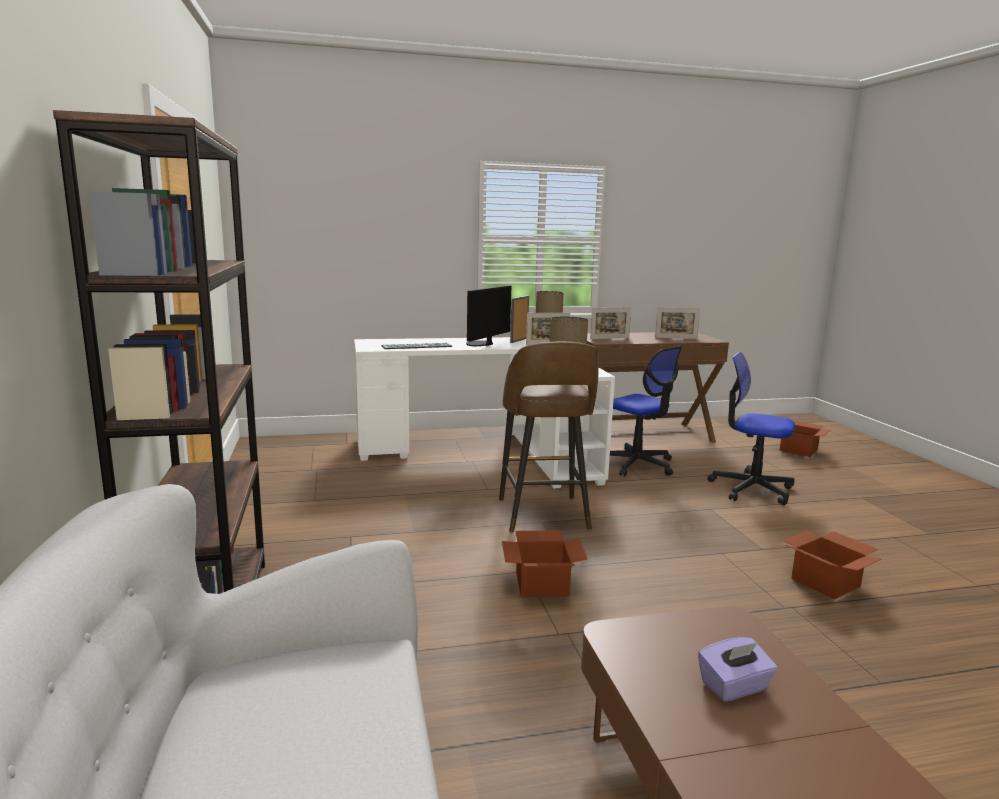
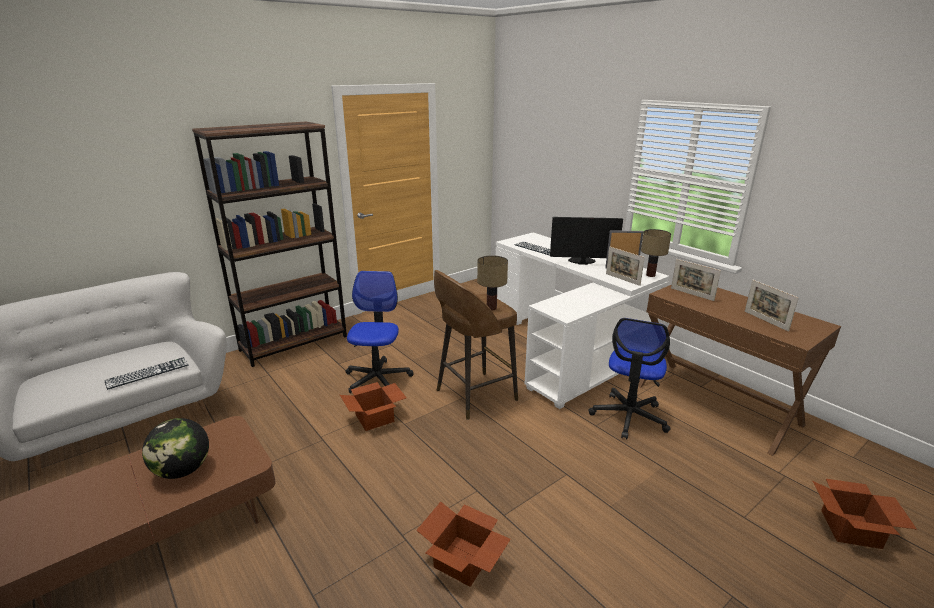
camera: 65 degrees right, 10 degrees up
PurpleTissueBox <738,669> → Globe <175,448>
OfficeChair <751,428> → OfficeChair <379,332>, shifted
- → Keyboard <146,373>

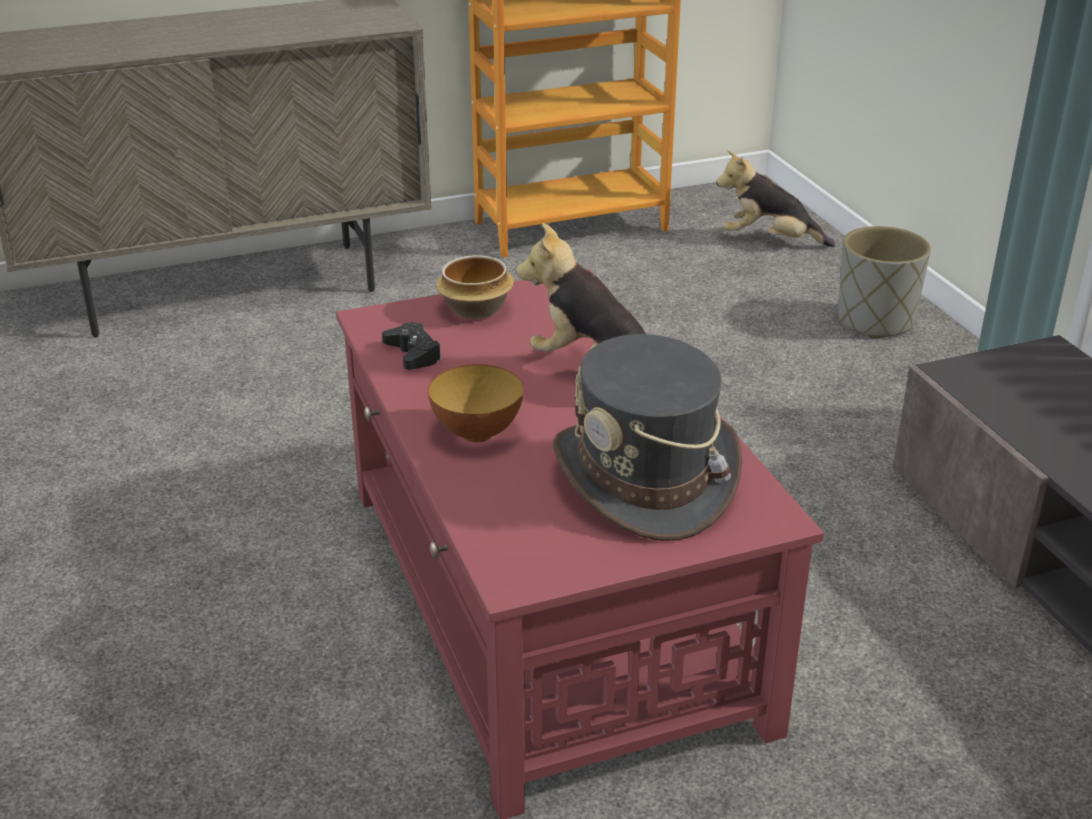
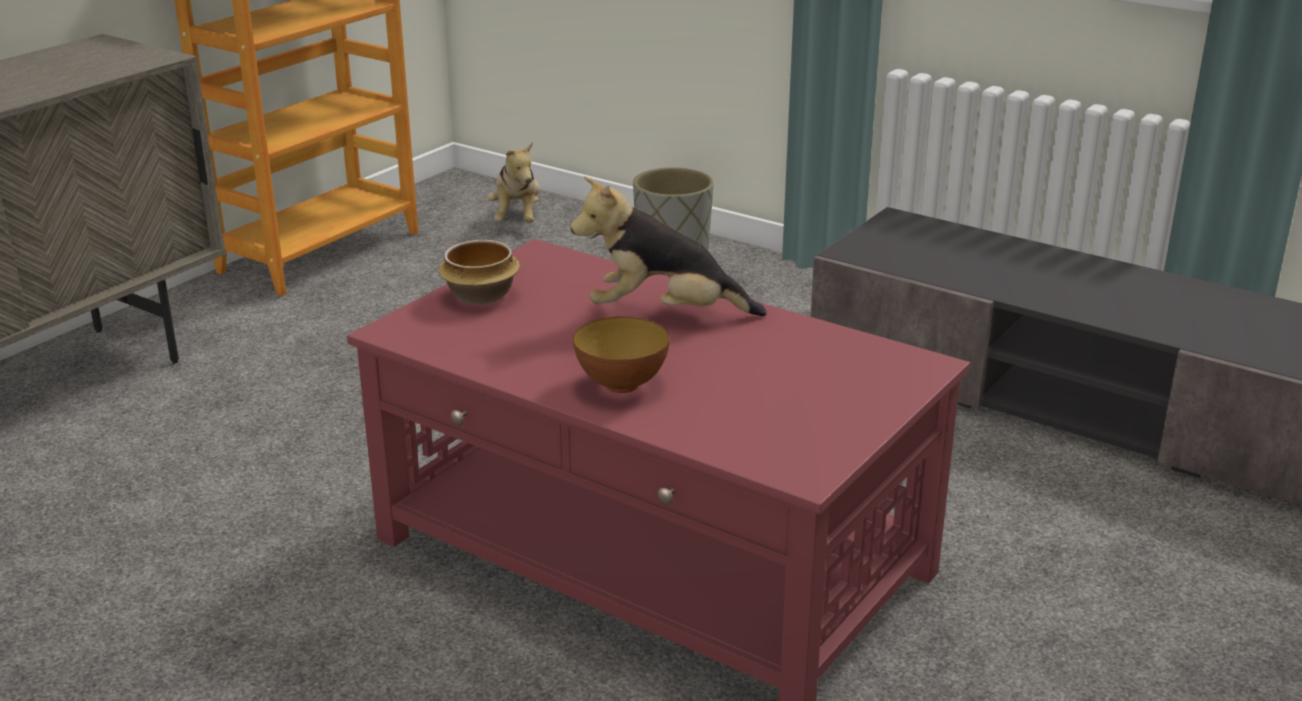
camera: 35 degrees left, 5 degrees down
BlackGameController <412,346> → -
GreyHat <647,437> → -
PlushToy <775,198> → PlushToy <513,181>, 75 degrees counterclockwise

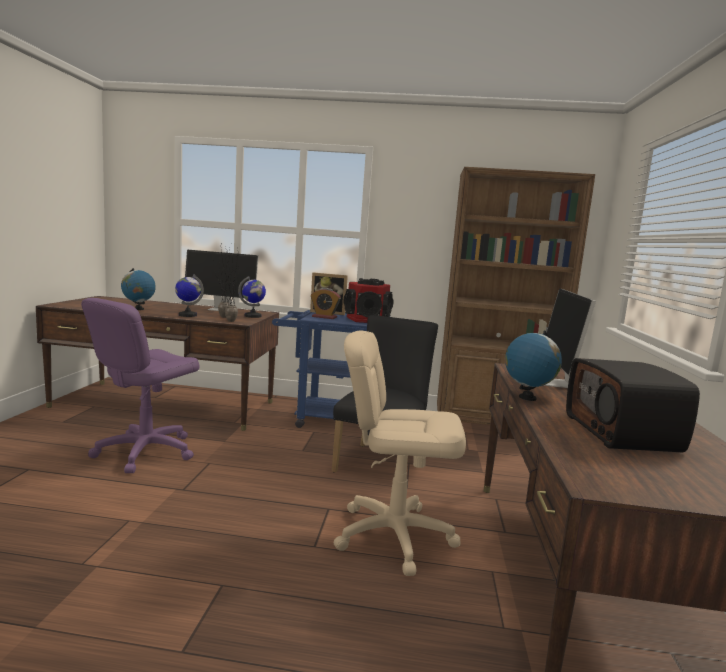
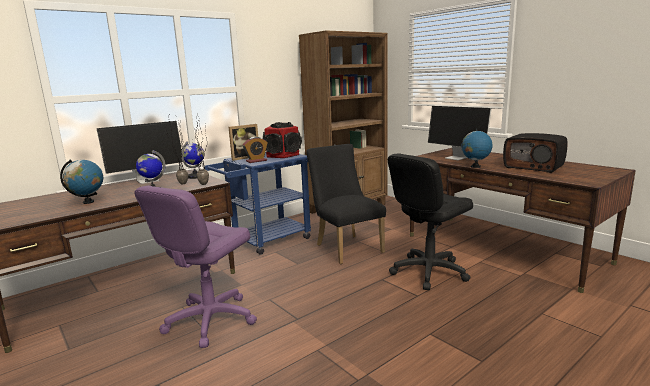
camera: 45 degrees left, 5 degrees up
PurpleOfficeChair <140,385> → PurpleOfficeChair <196,266>, 45 degrees clockwise
BeigeOfficeChair <399,453> → BlackOfficeChair <430,222>

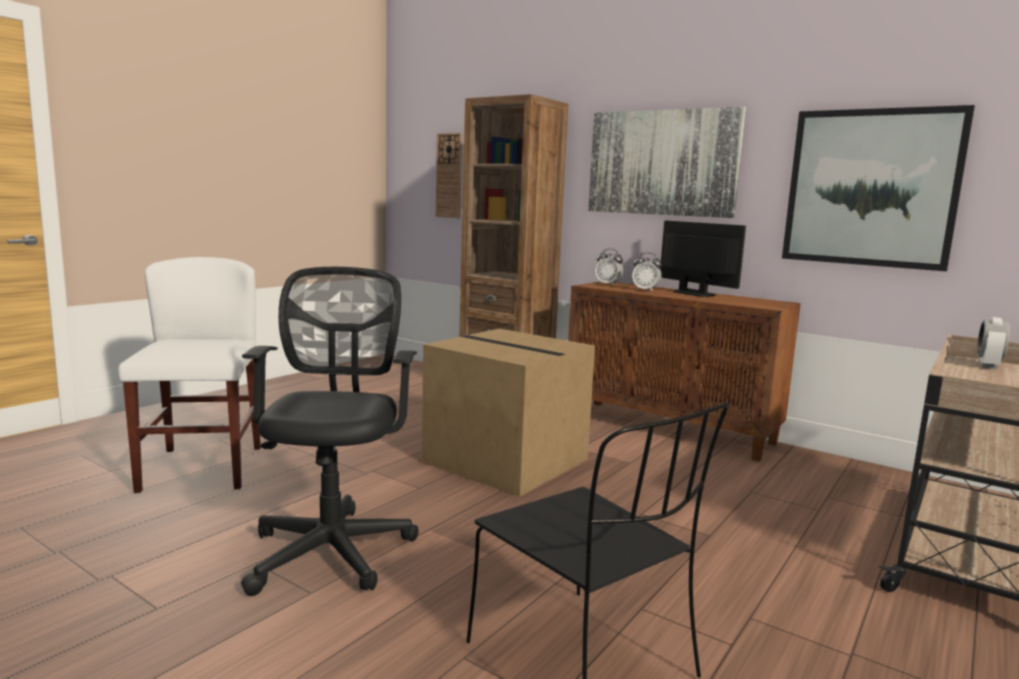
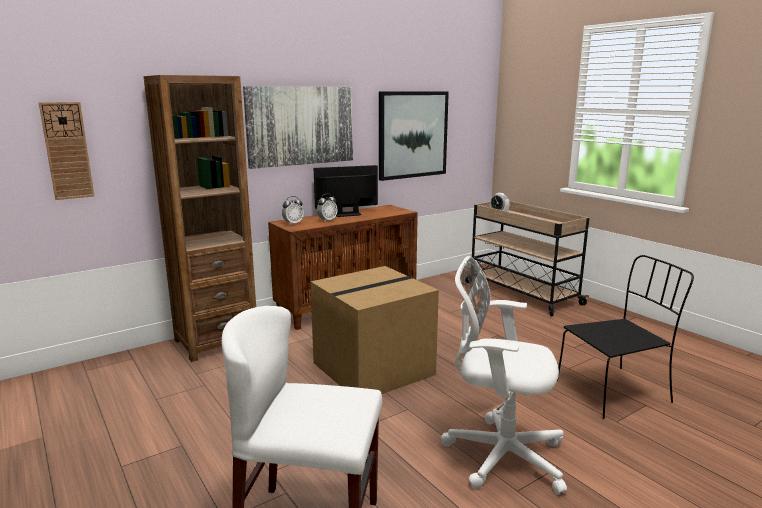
camera: 70 degrees left, 5 degrees up
BlackOfficeChair <330,431> → WhiteOfficeChair <504,375>

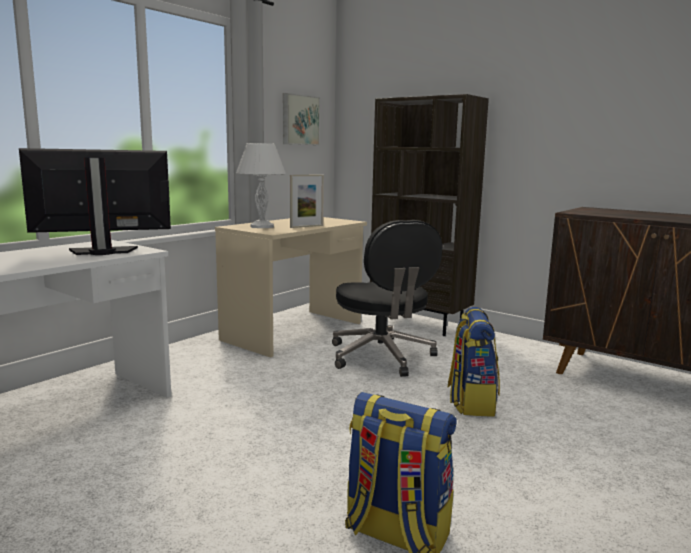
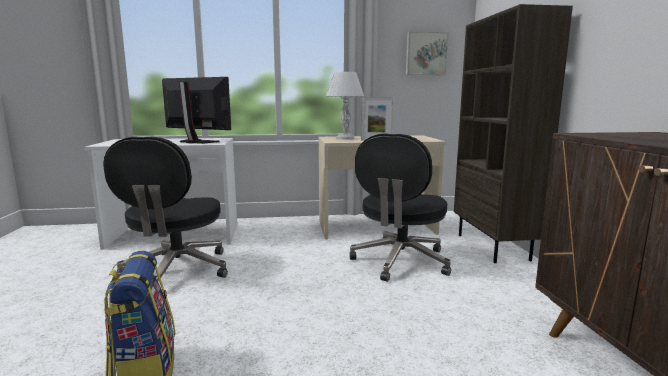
camera: 45 degrees right, 0 degrees up
Backpack <474,361> → -
- → BlackOfficeChair <165,209>

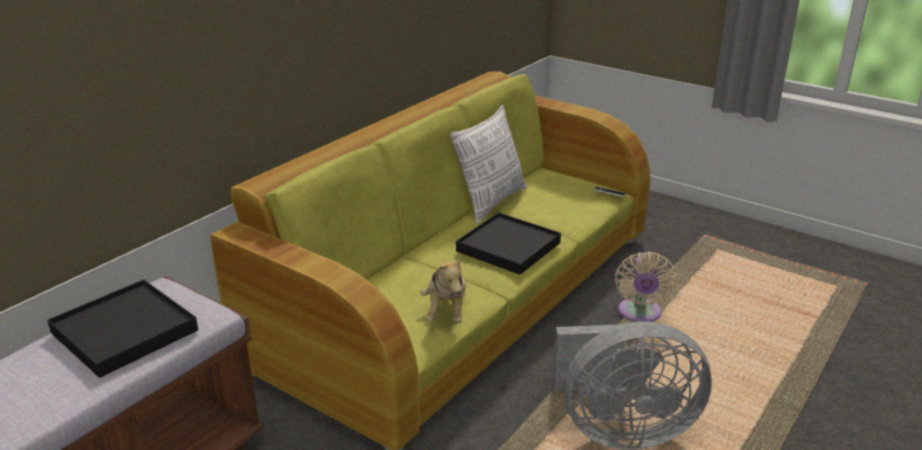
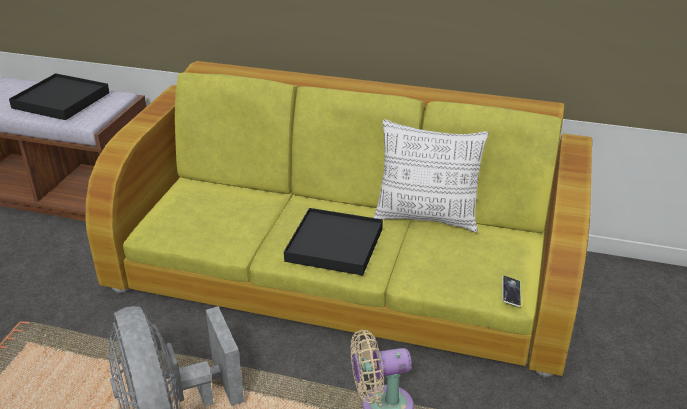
camera: 70 degrees right, 5 degrees up
PlushToy <443,290> → -

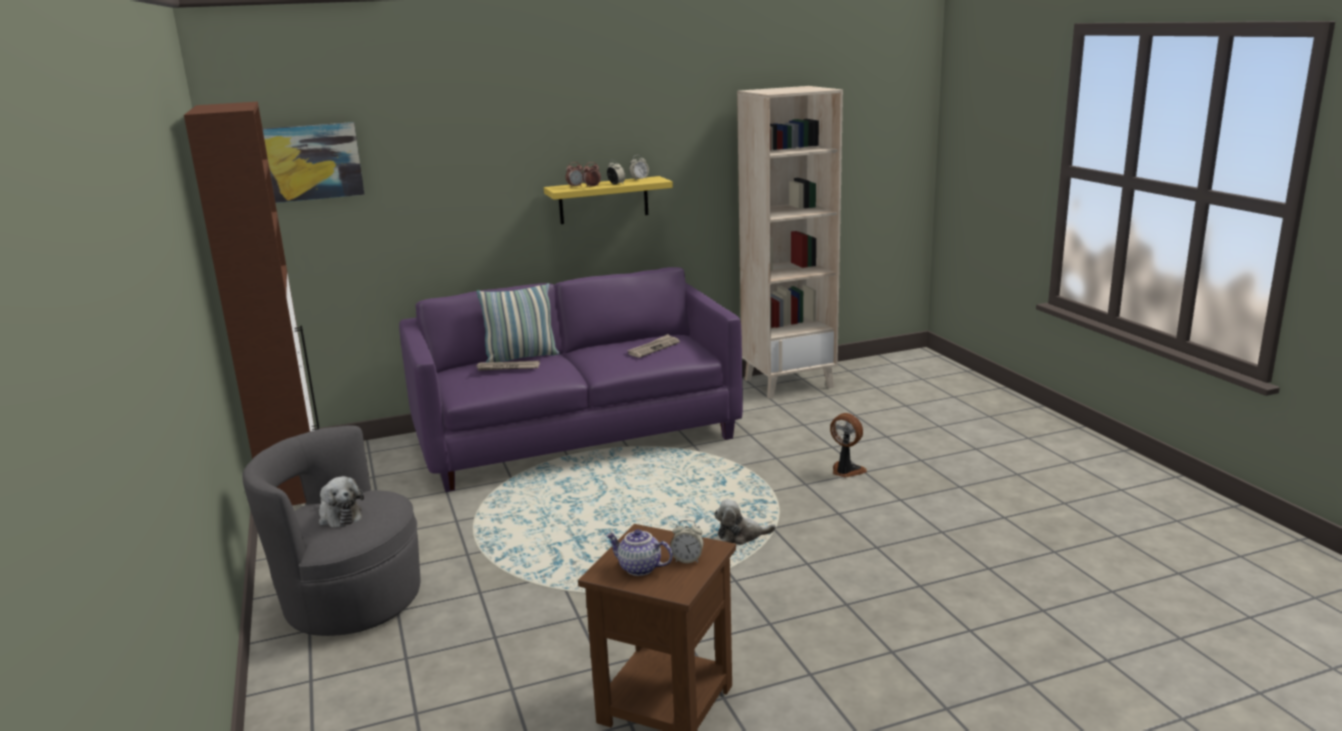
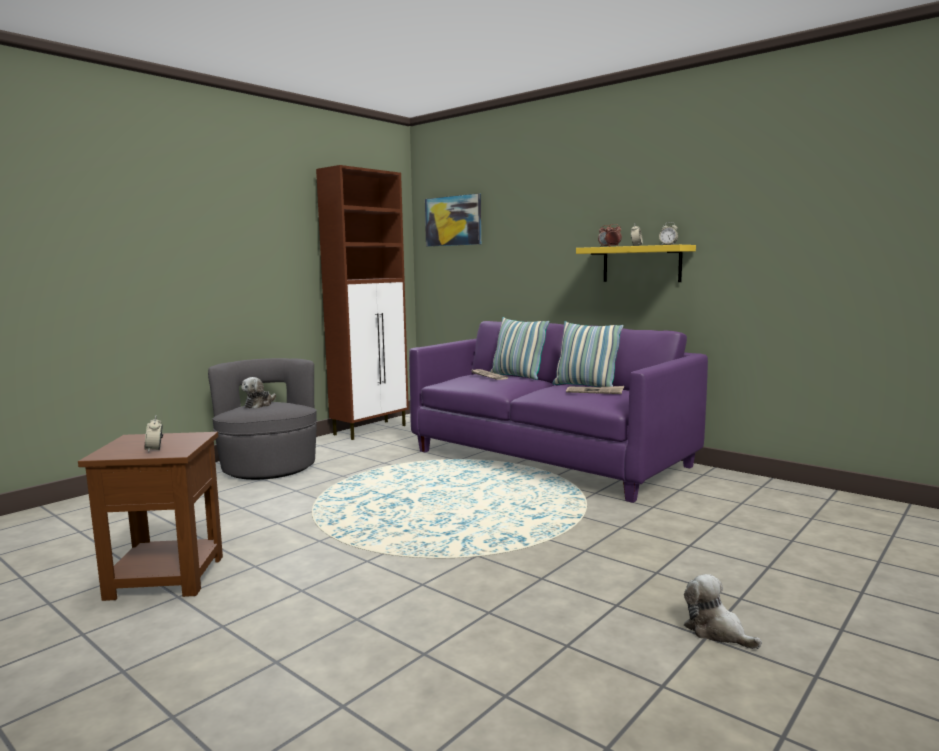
camera: 60 degrees right, 10 degrees down
Teapot <639,552> → -
PlushToy <745,522> → PlushToy <723,611>, shifted
BeigeBookcase <790,242> → -
Fan <848,445> → -
- → Pillow <588,354>

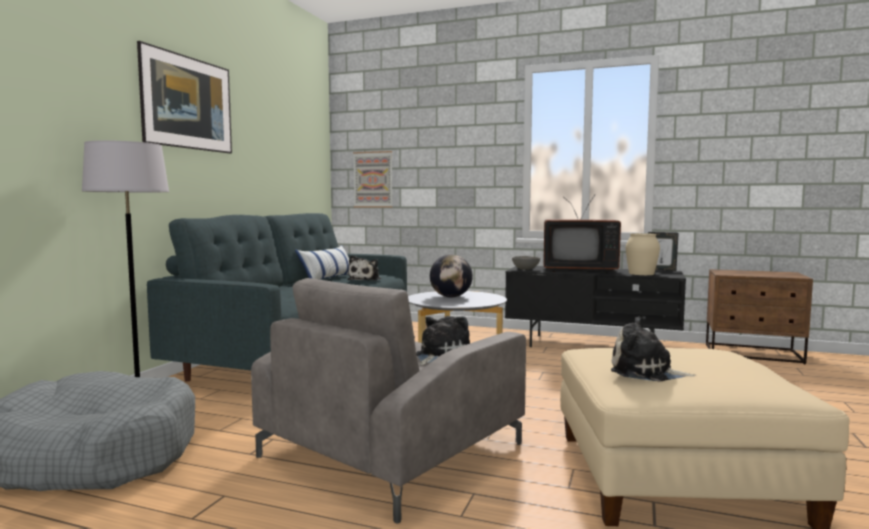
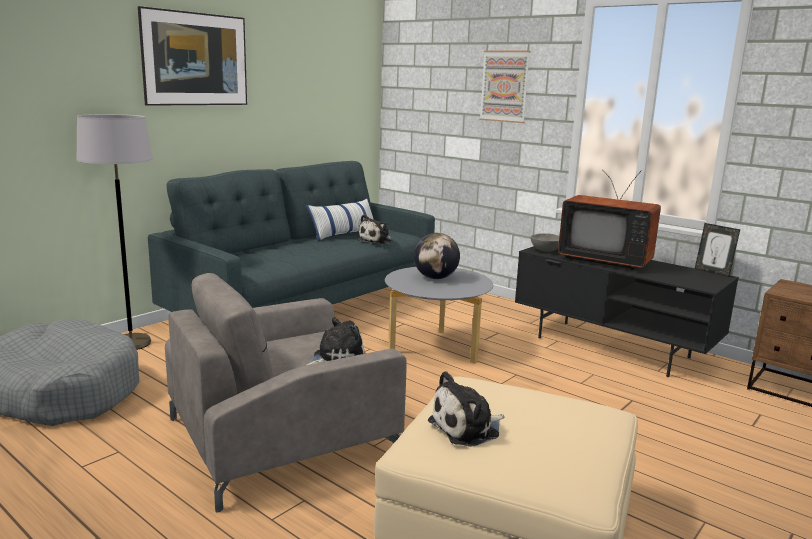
camera: 20 degrees right, 10 degrees up
Picture <373,179> → Picture <505,87>, shifted
PlushToy <653,349> → PlushToy <466,409>, 75 degrees counterclockwise
BeigeVase <643,254> → -

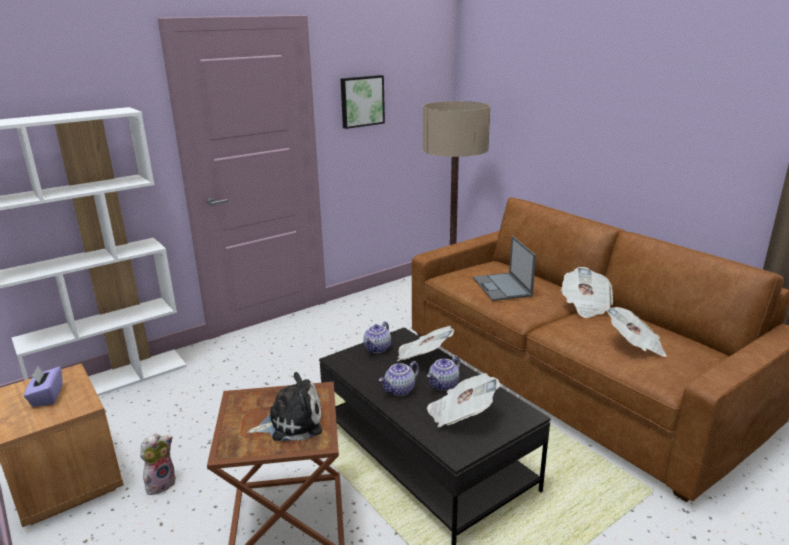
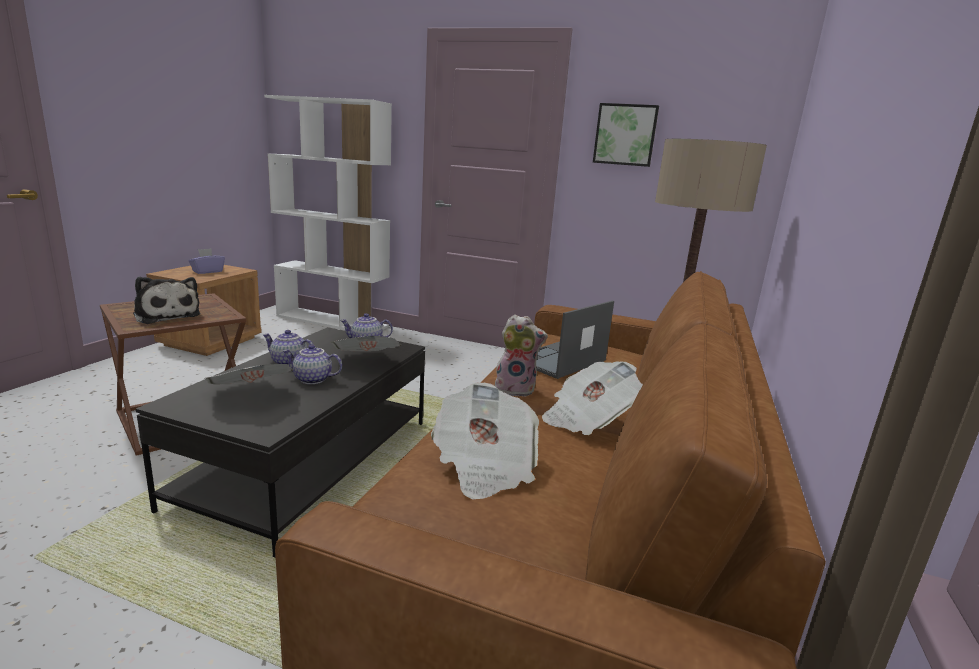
camera: 55 degrees right, 5 degrees down
PlushToy <158,464> → PlushToy <521,355>, shifted

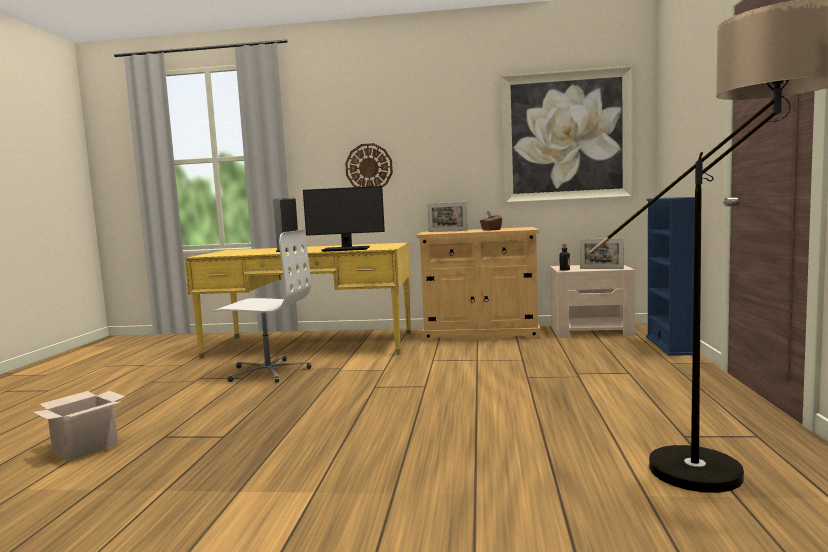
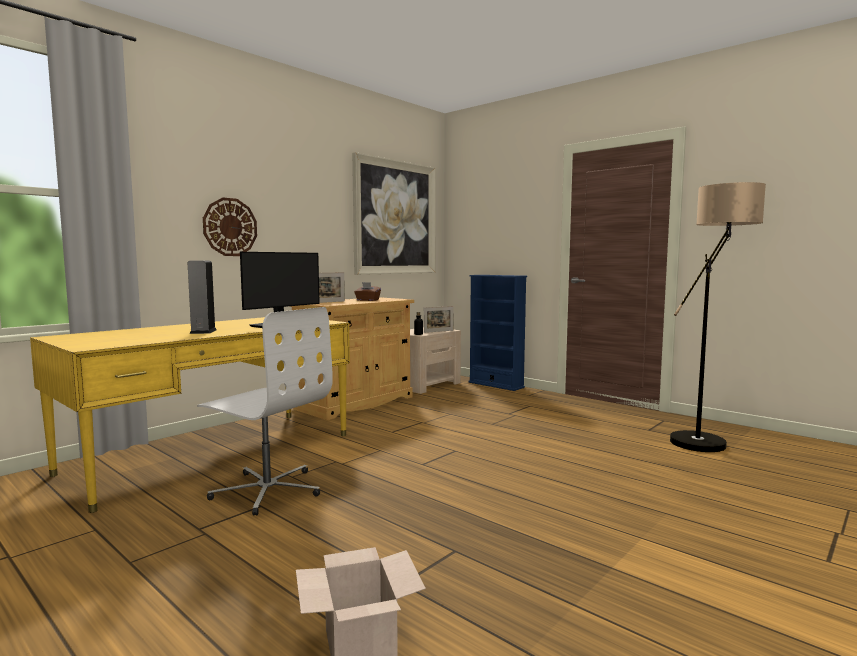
camera: 55 degrees left, 0 degrees up
WhiteOfficeChair <262,306> → WhiteOfficeChair <265,411>, 75 degrees clockwise

